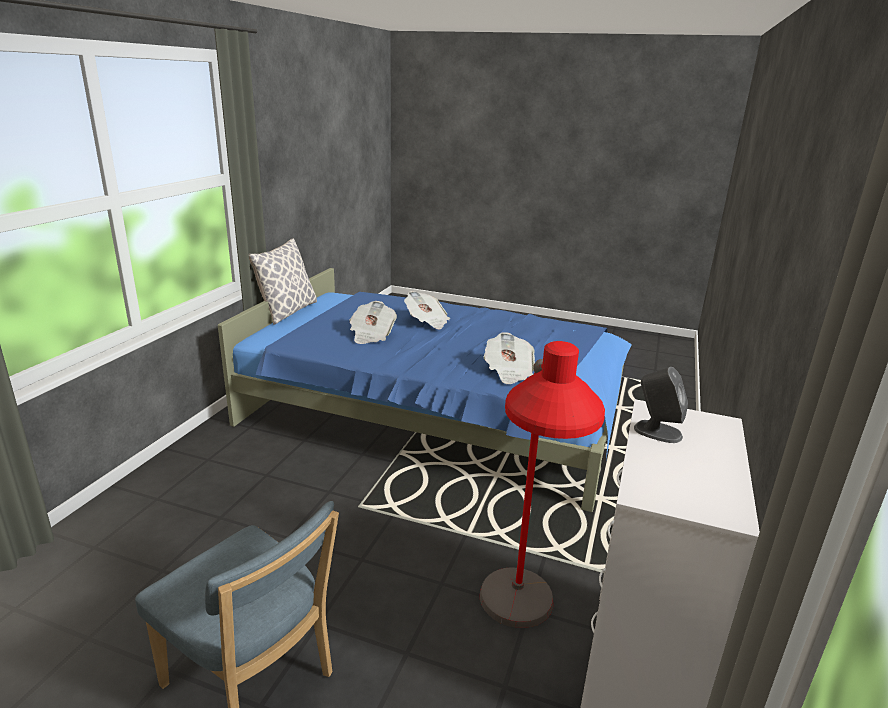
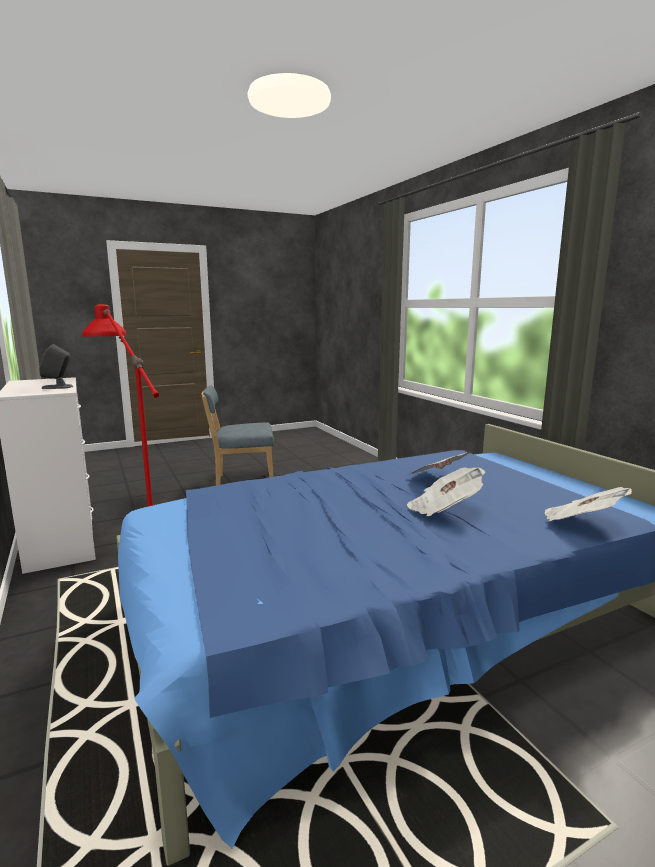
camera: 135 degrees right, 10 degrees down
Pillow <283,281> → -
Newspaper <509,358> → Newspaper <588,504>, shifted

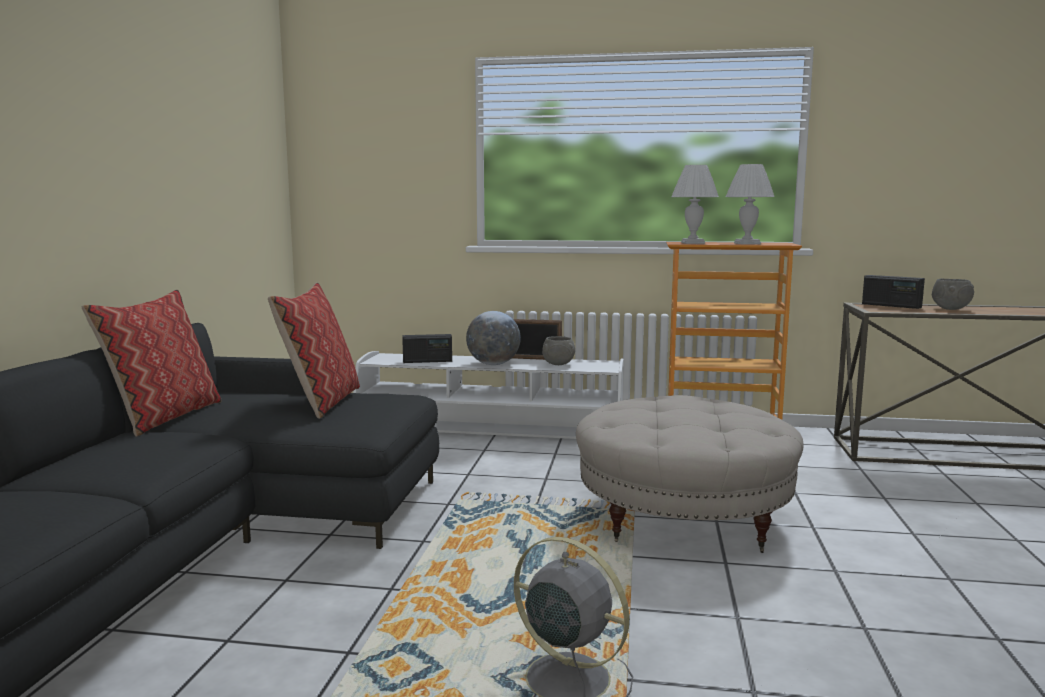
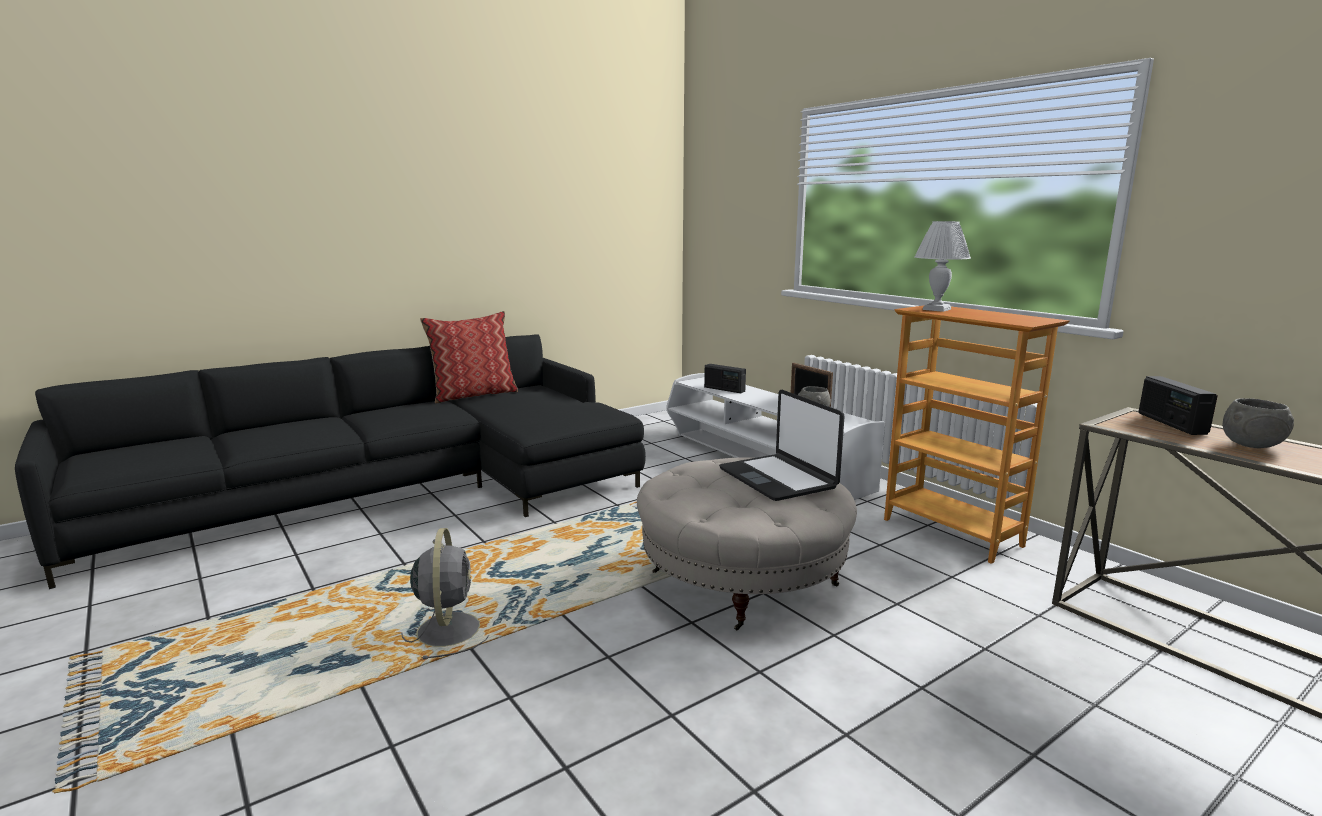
camera: 45 degrees right, 5 degrees up
Pillow <314,350> → -
Globe <493,338> → -
WhiteTableLamp <750,204> → -
- → Laptop <782,445>

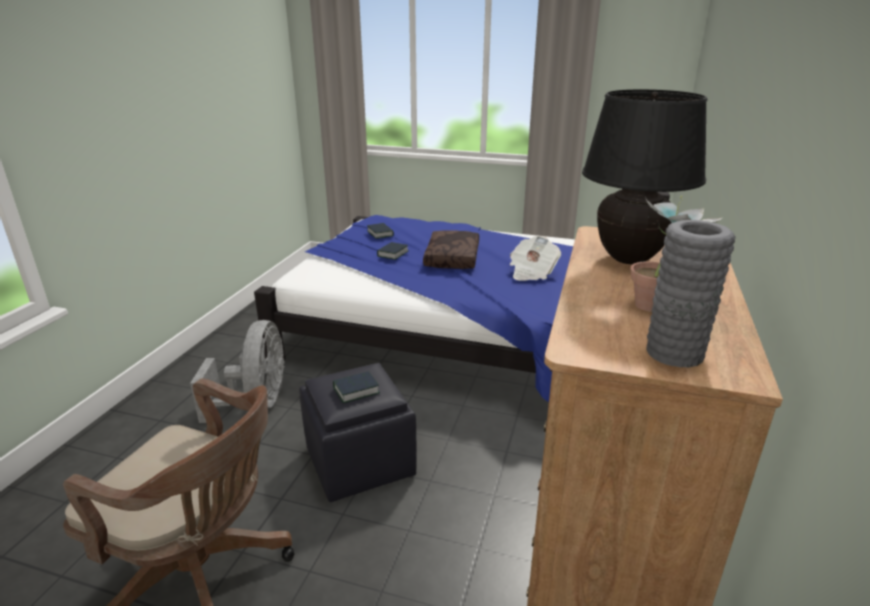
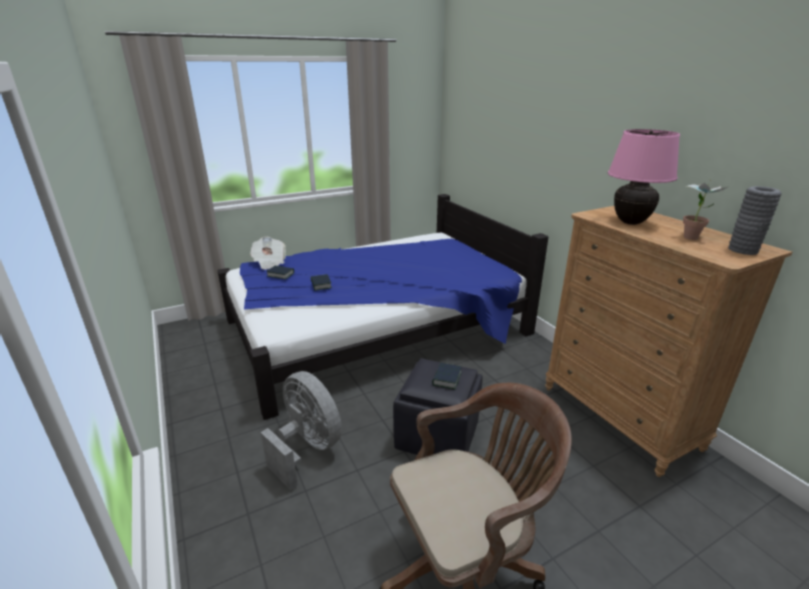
camera: 45 degrees left, 0 degrees up
BrownPillow <451,249> → -
Newspaper <535,258> → Newspaper <268,253>, shifted
BlackTableLamp <644,176> → PinkTableLamp <644,177>

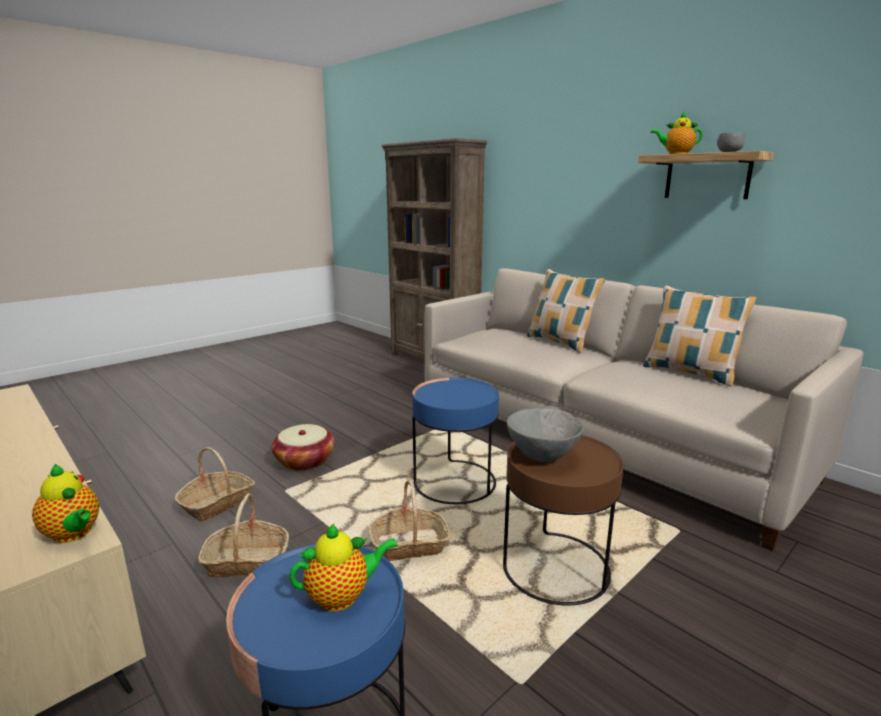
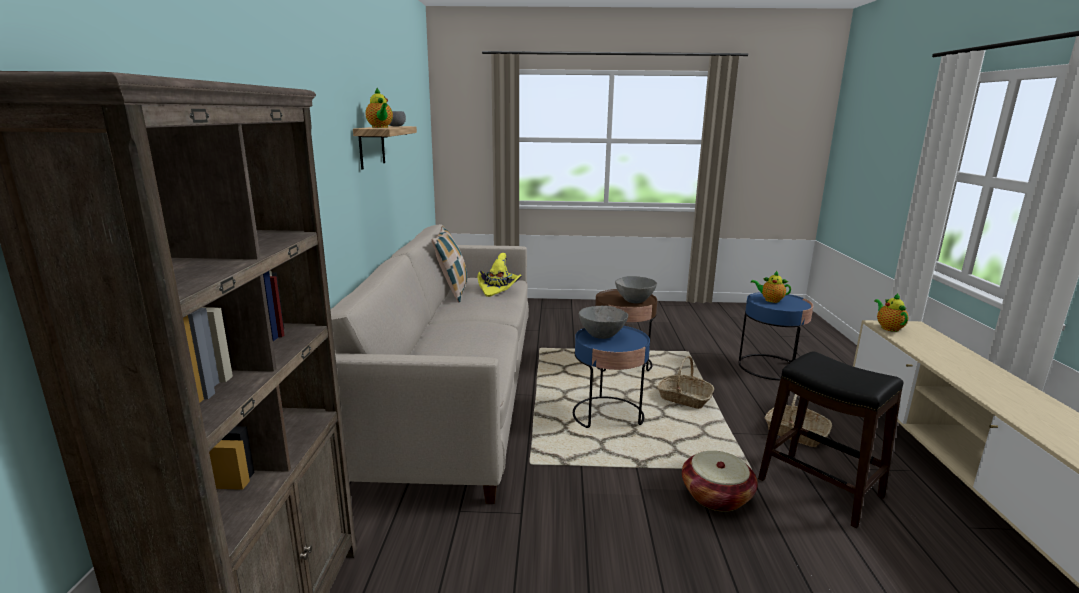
camera: 135 degrees left, 0 degrees up
Basket <214,484> → BlackStool <831,439>
Pillow <566,311> → -
- → YellowHat <499,275>
- → GreyBowl <603,322>

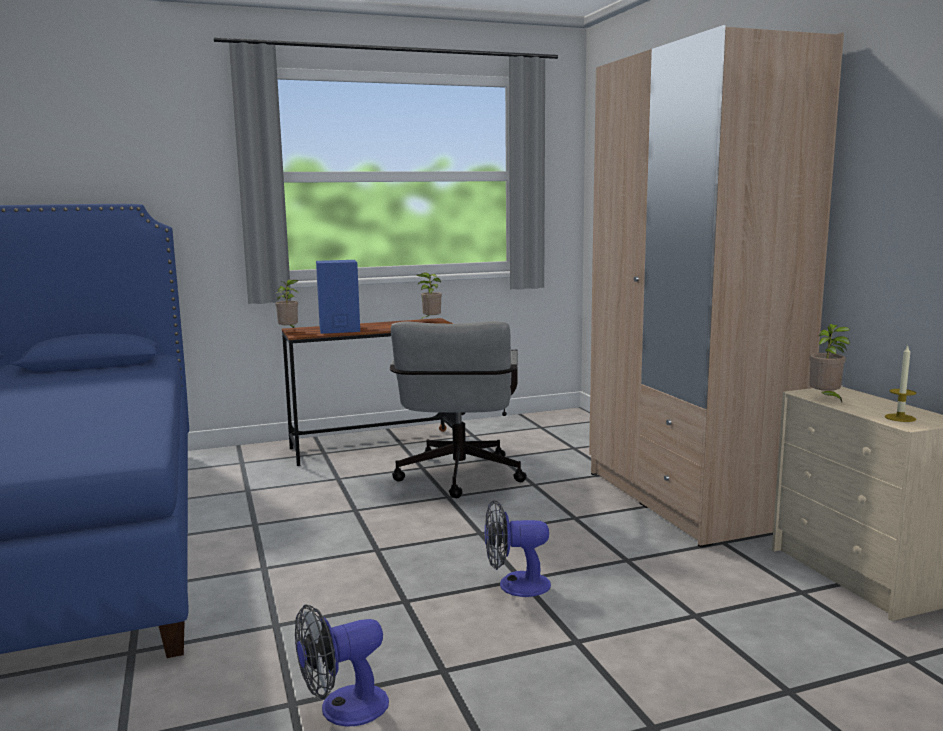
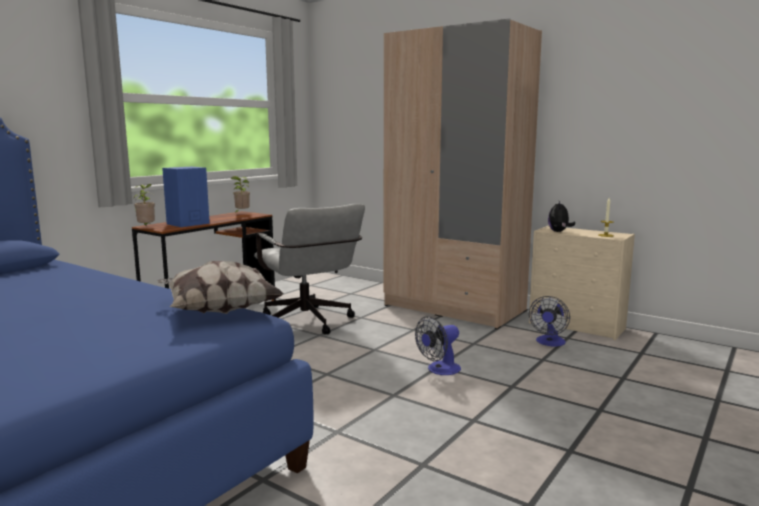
camera: 35 degrees left, 0 degrees up
Fan <342,665> → Fan <549,321>, shifted
PottedPlant <829,363> → PlushToy <561,216>
- → Pillow <221,287>

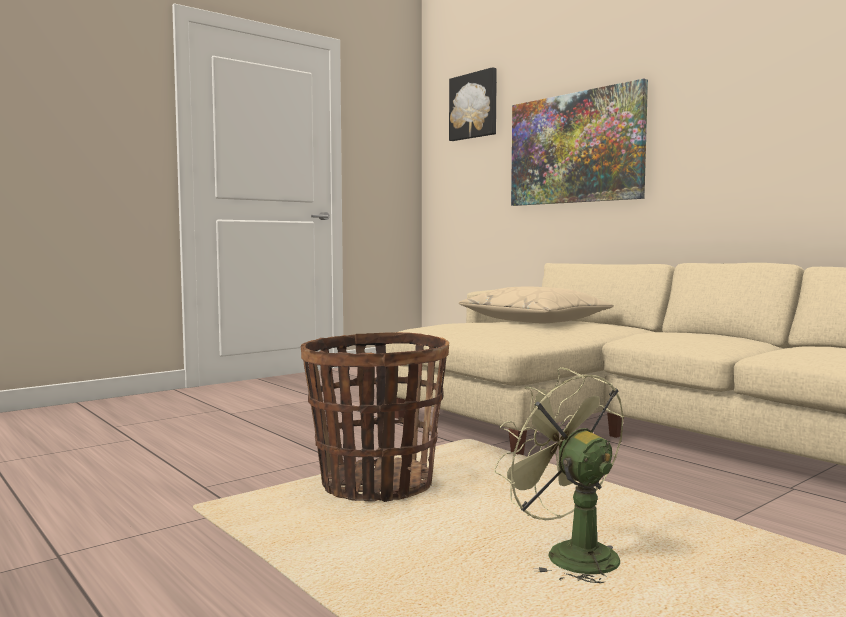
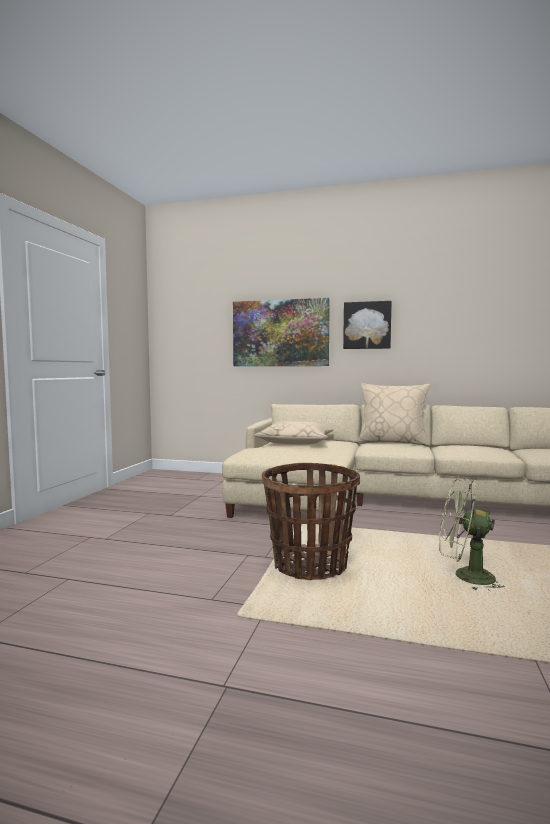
camera: 35 degrees left, 0 degrees up
Picture <473,104> → Picture <367,325>, shifted
- → BeigePillow <393,414>

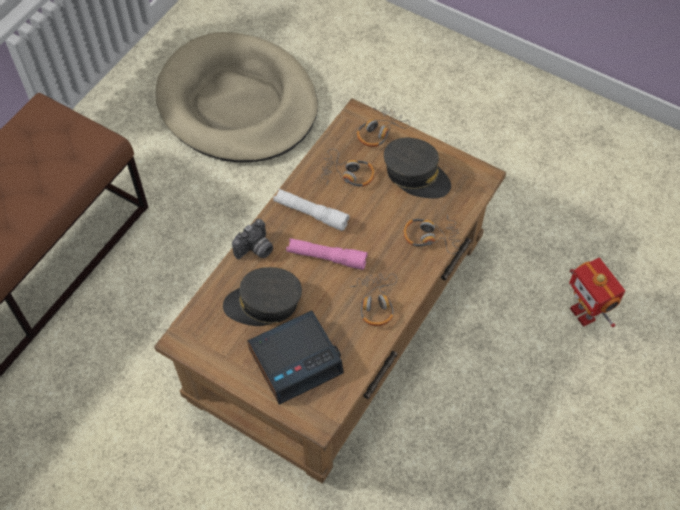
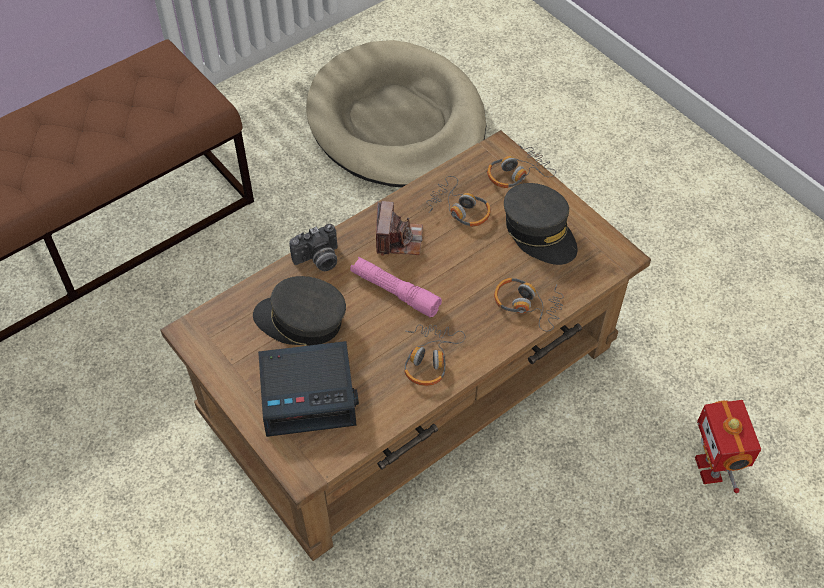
camera: 20 degrees right, 5 degrees down
WhiteFlashlight <311,210> → PhotoCamera <399,228>

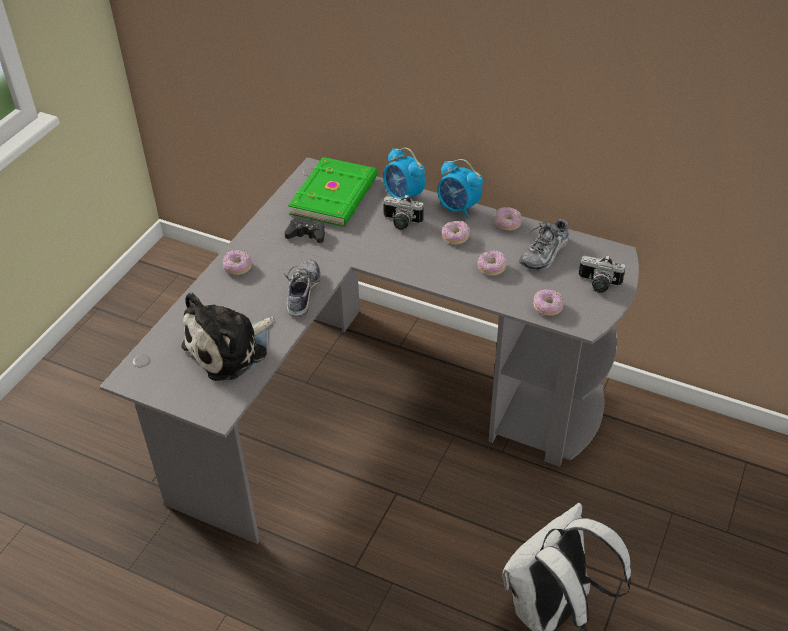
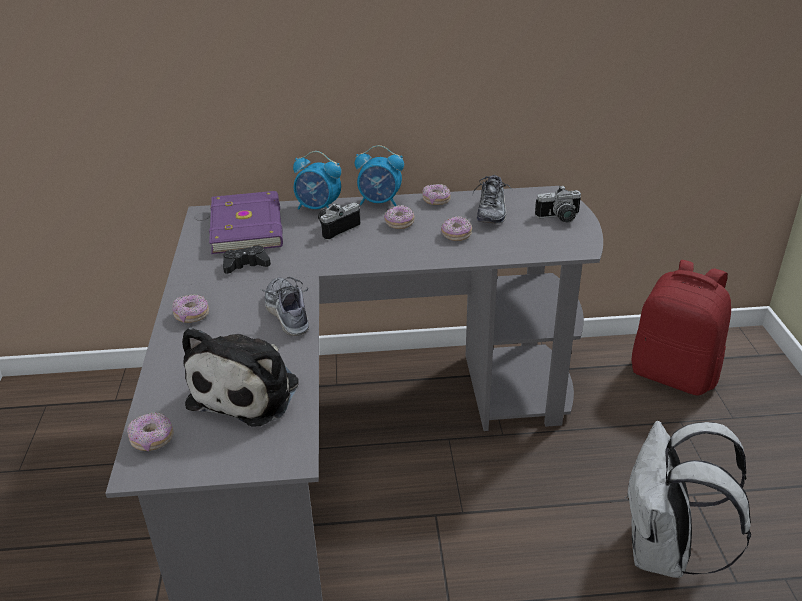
camera: 30 degrees left, 10 degrees down
GreenBook <333,192> → PurpleBook <246,222>
PhotoCamera <403,212> → PhotoCamera <339,221>, 150 degrees clockwise
Donut <548,303> → Donut <150,431>, shifted
- → RedBackpack <681,327>

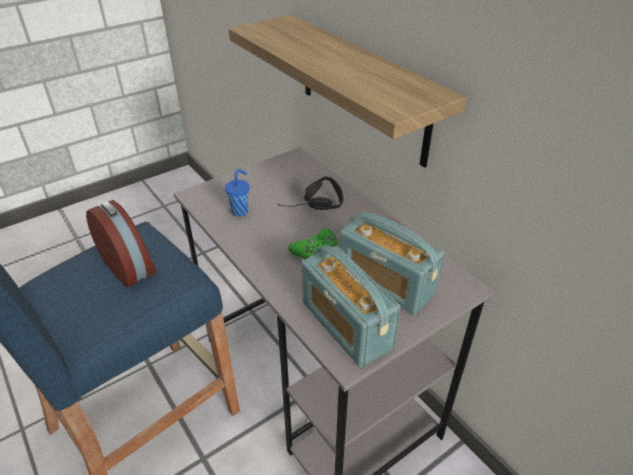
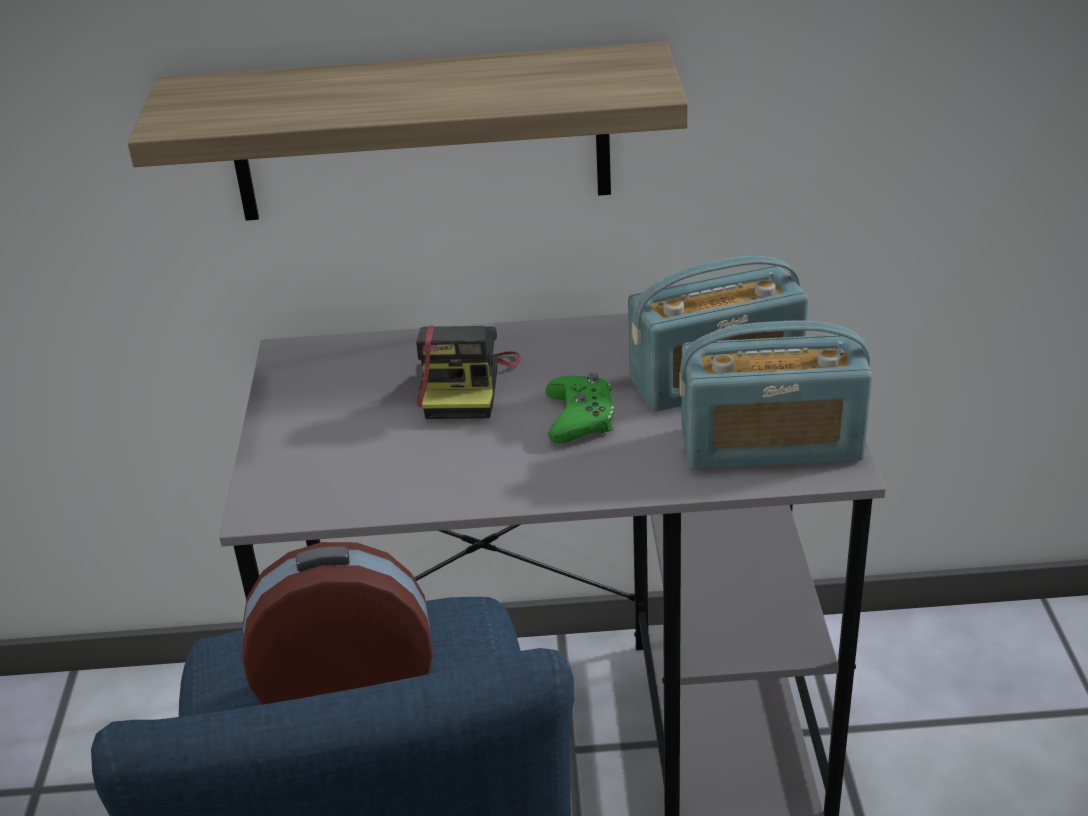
camera: 55 degrees left, 5 degrees down
BlueCup <237,193> → -
BlackHeadphones <311,193> → PhotoCamera <468,372>

